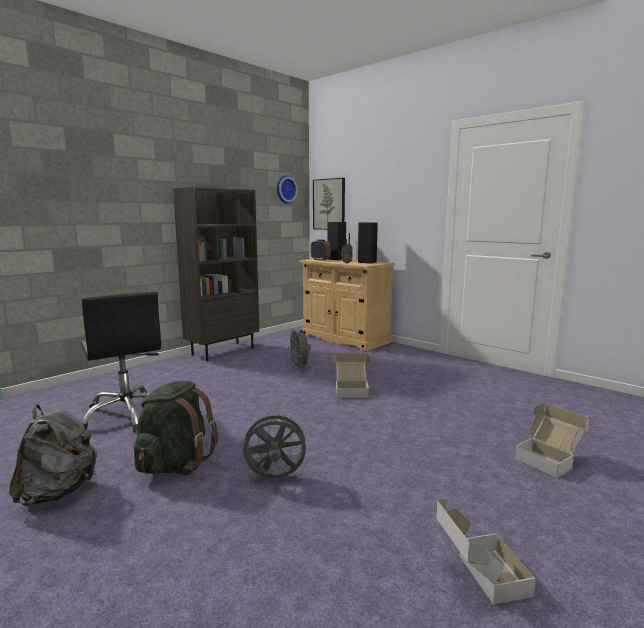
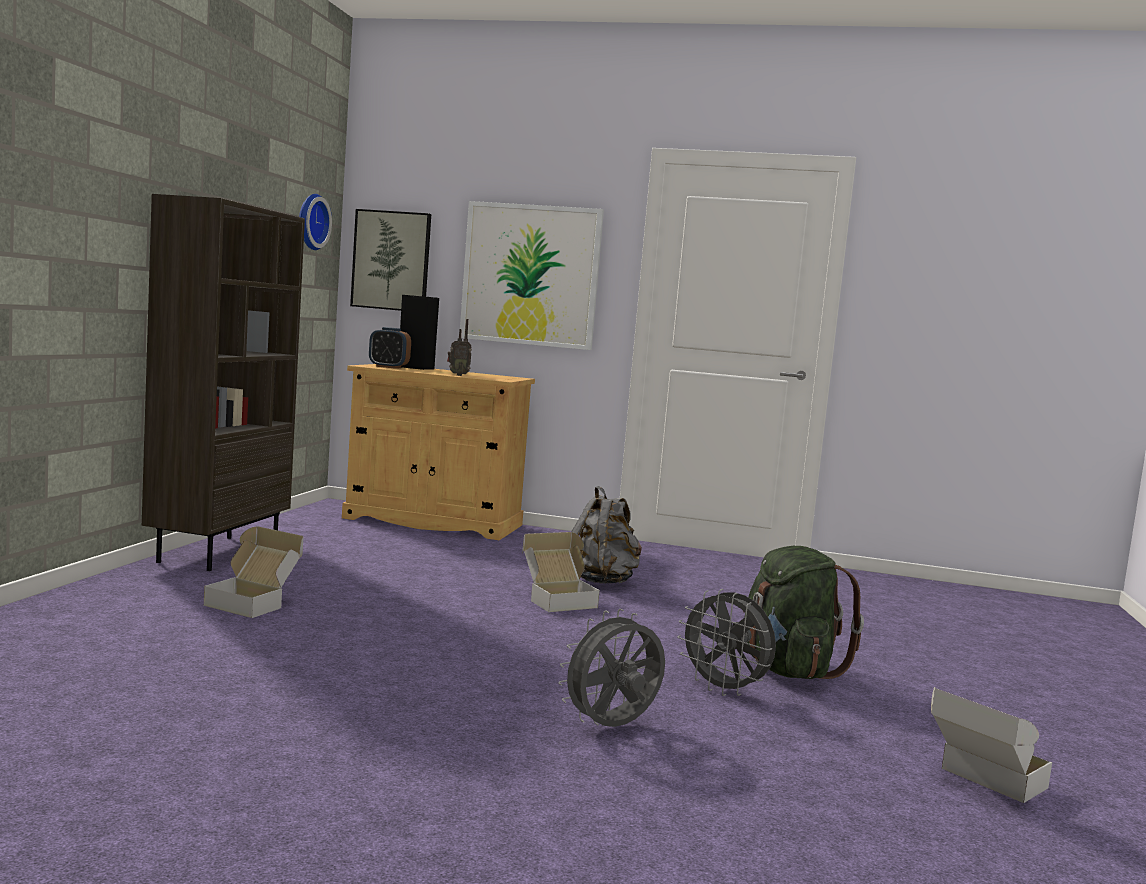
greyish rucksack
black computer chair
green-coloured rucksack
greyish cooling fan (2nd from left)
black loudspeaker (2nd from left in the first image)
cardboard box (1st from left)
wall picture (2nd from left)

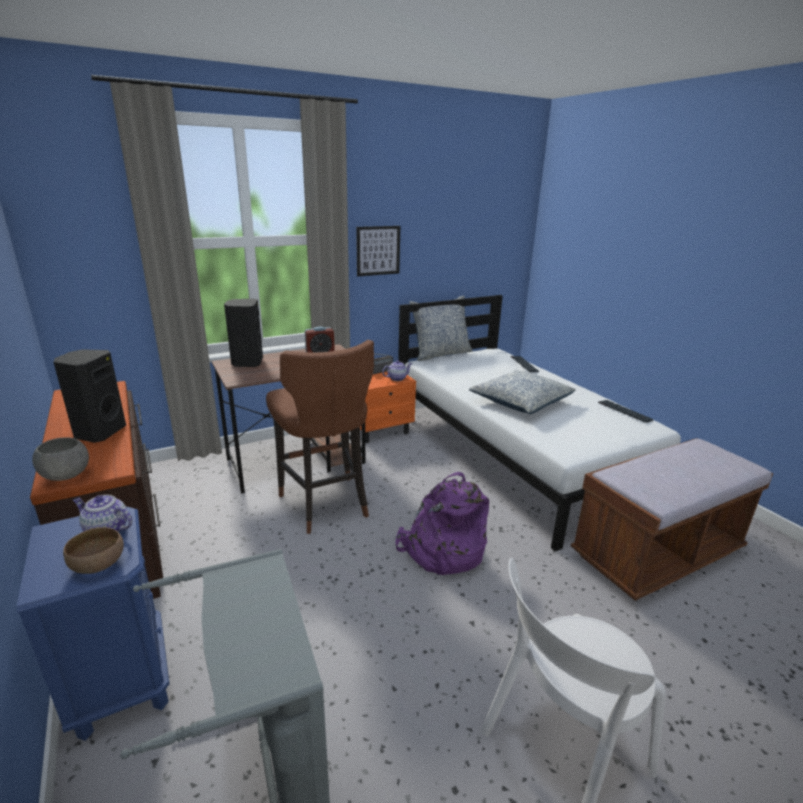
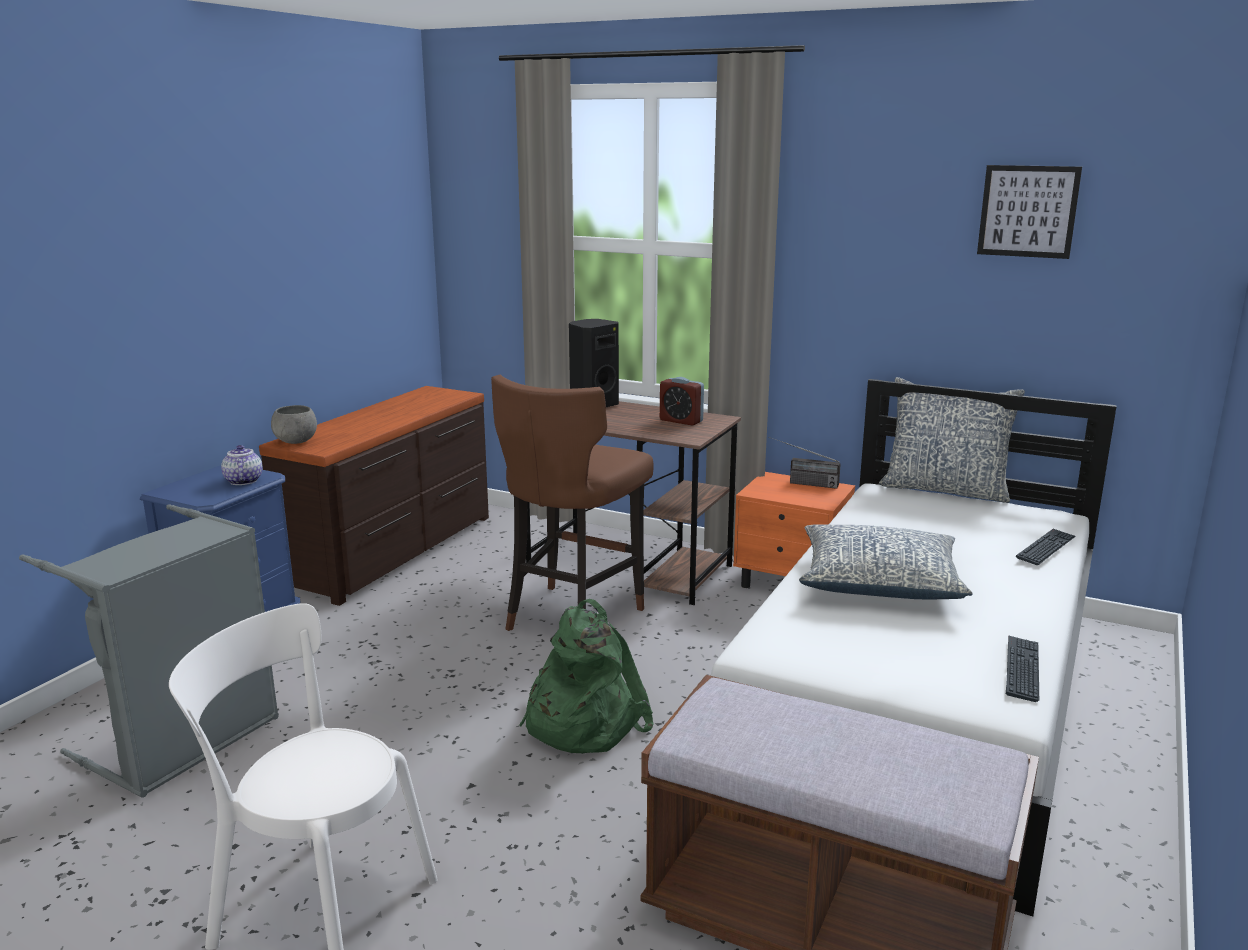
black loudspeaker (1st from left in the first image)
brownish deep dish
wall picture
teapot (2nd from left in the first image)
green-coloured rucksack

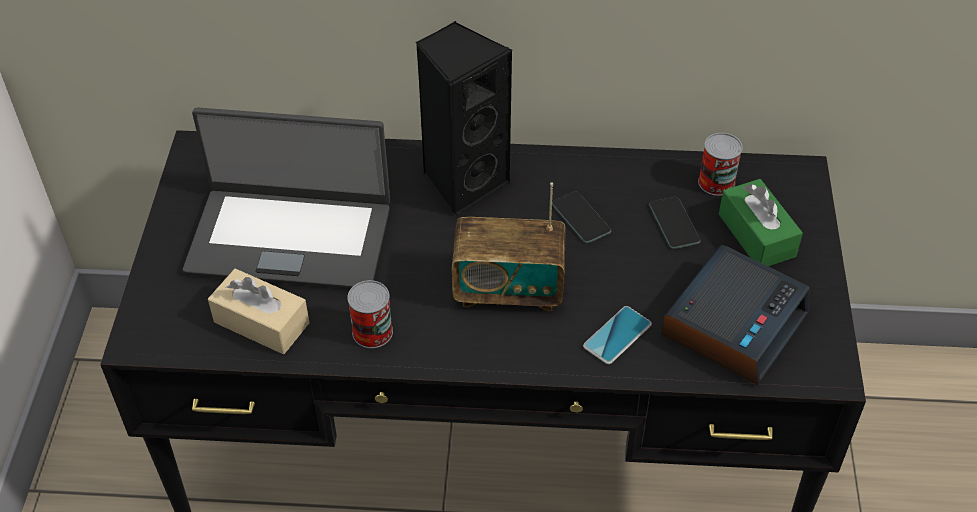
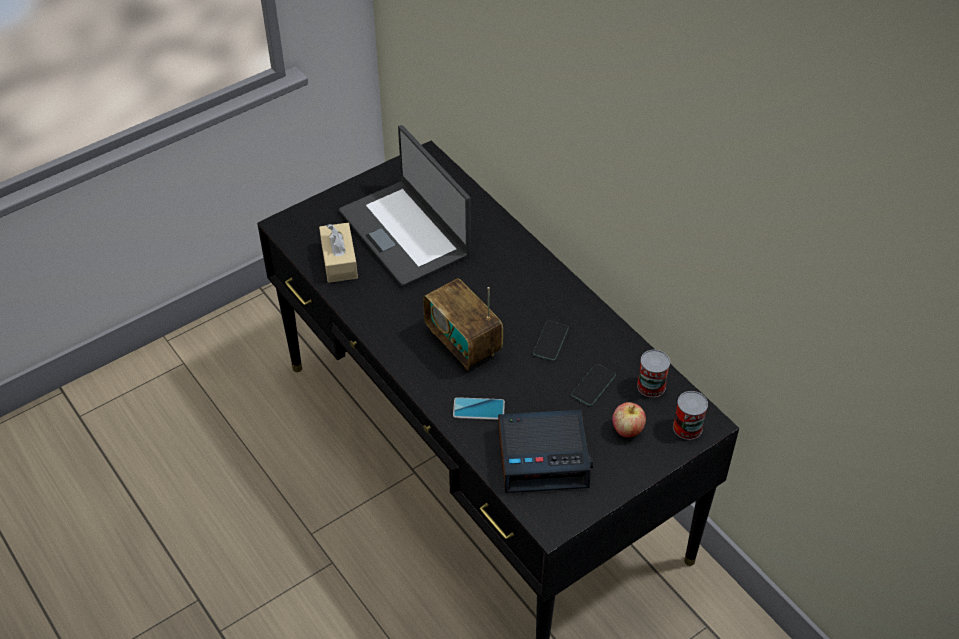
metal can (2nd from left)
black loudspeaker
whole apple

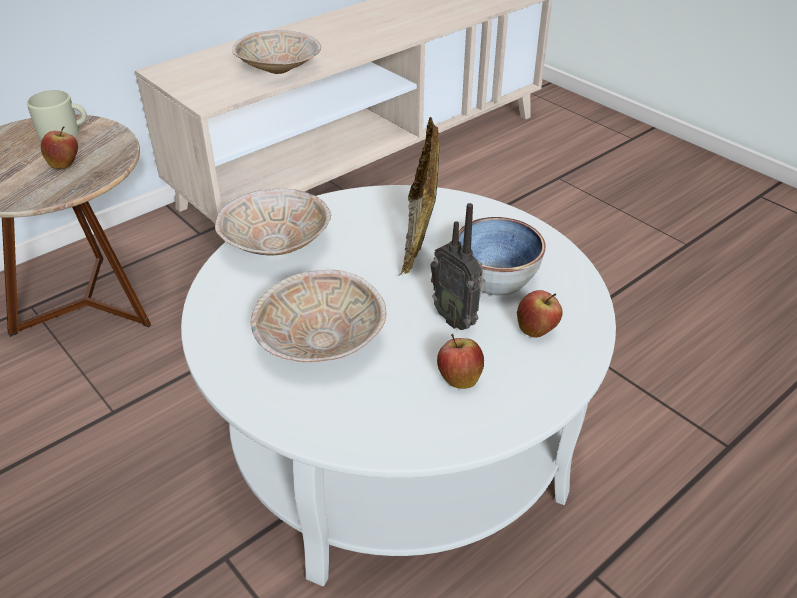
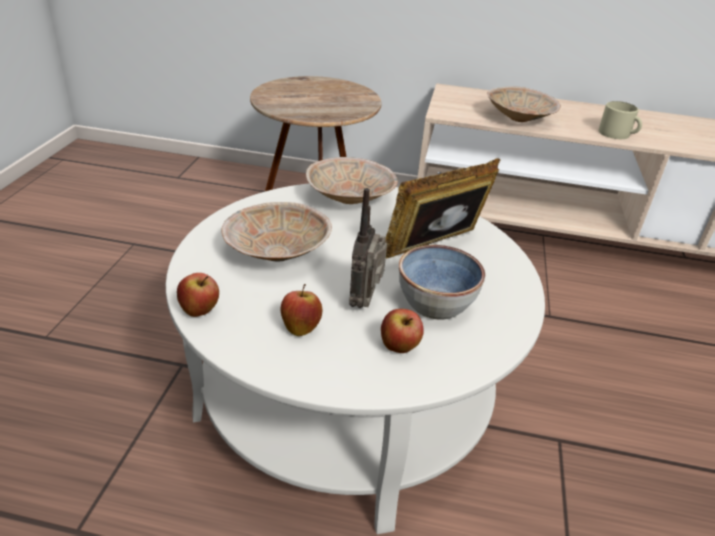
beige mug
whole apple (1st from left)

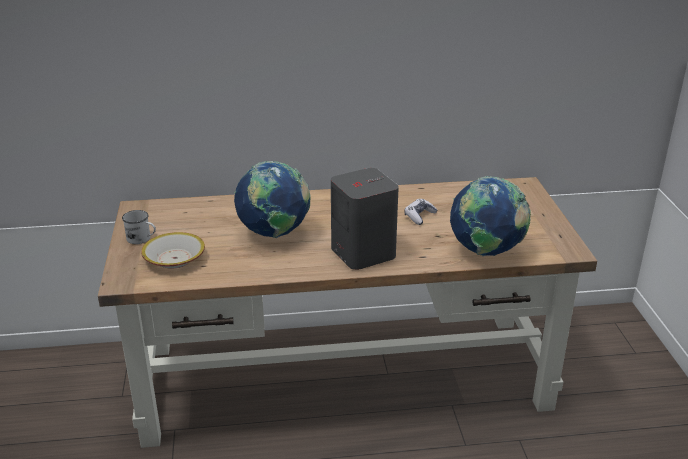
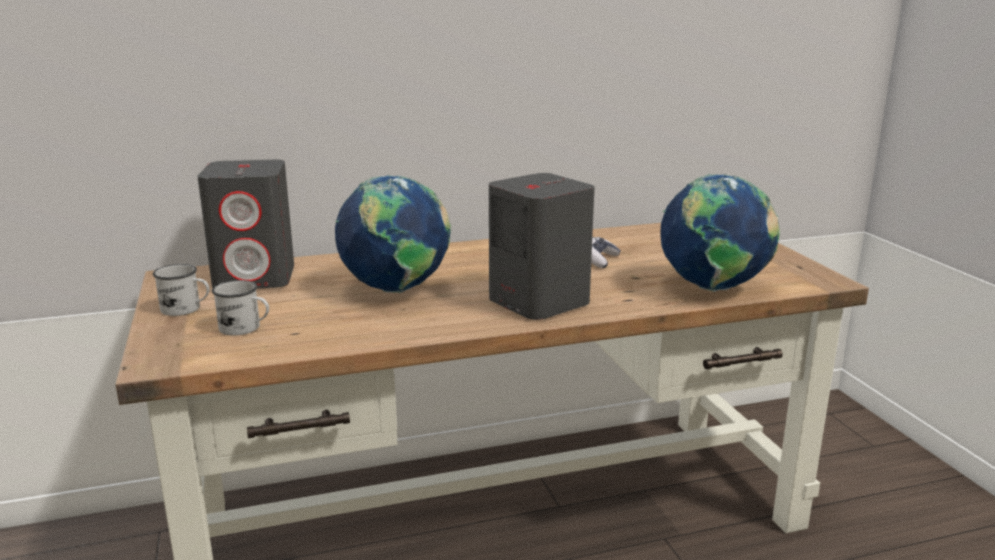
white-coloured mug (2nd from left)
greyish loudspeaker (1st from left)

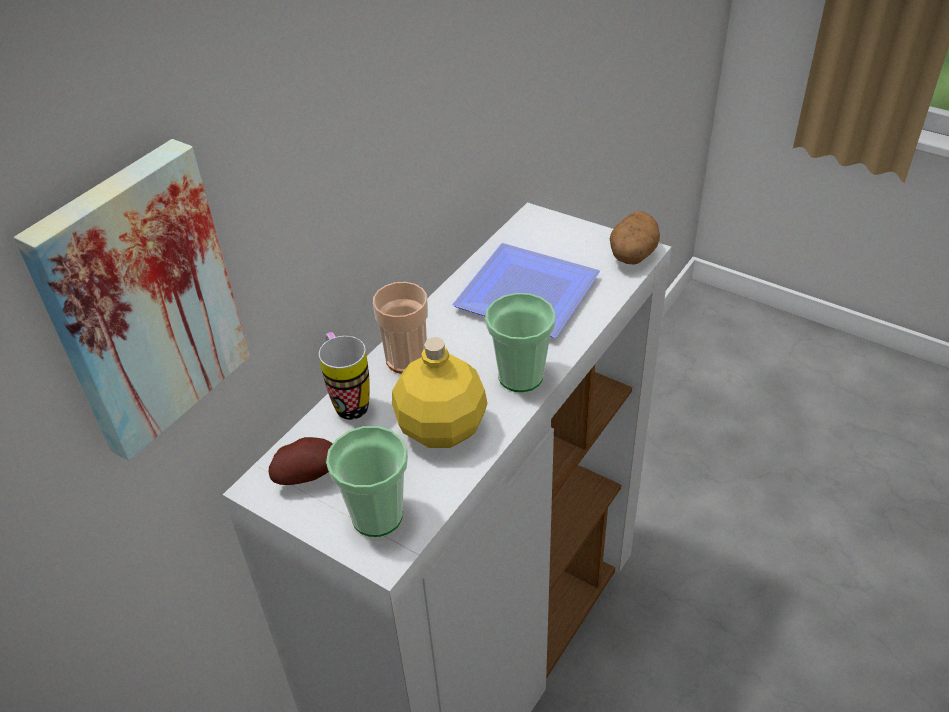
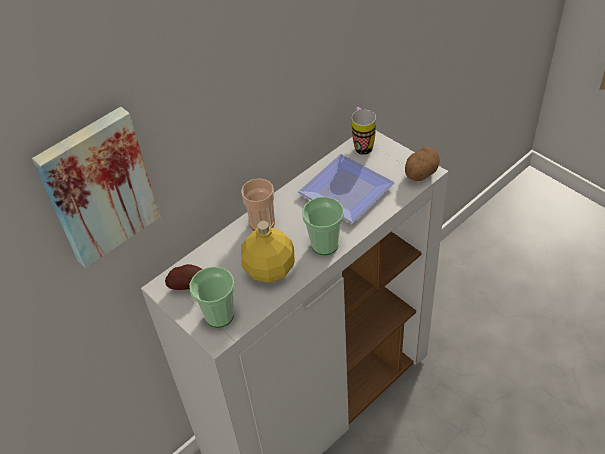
mug

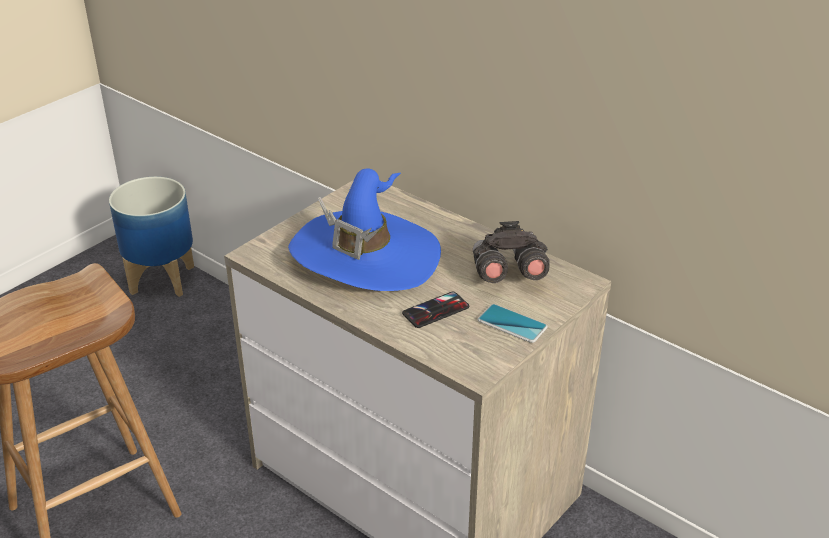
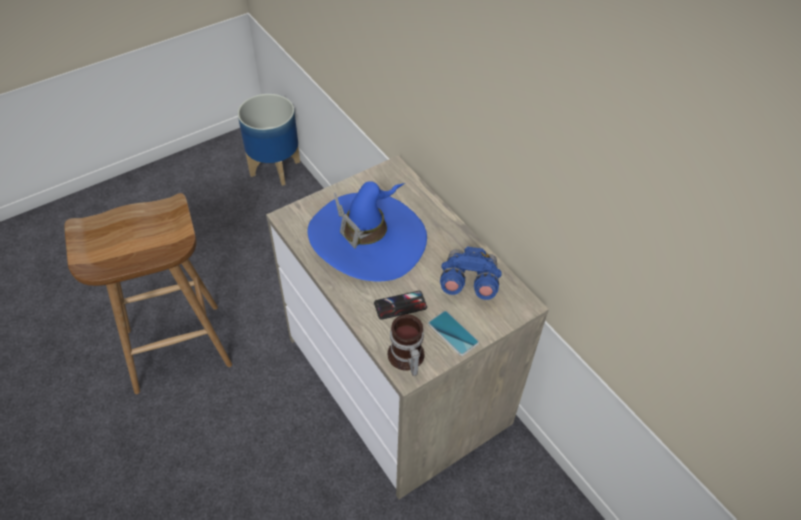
blue-coloured binoculars
mug

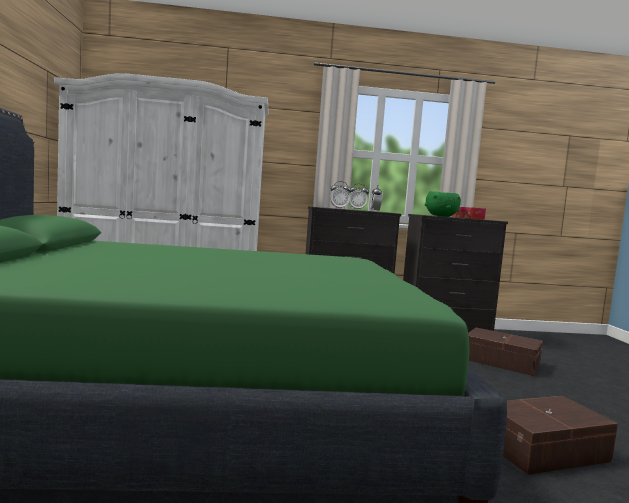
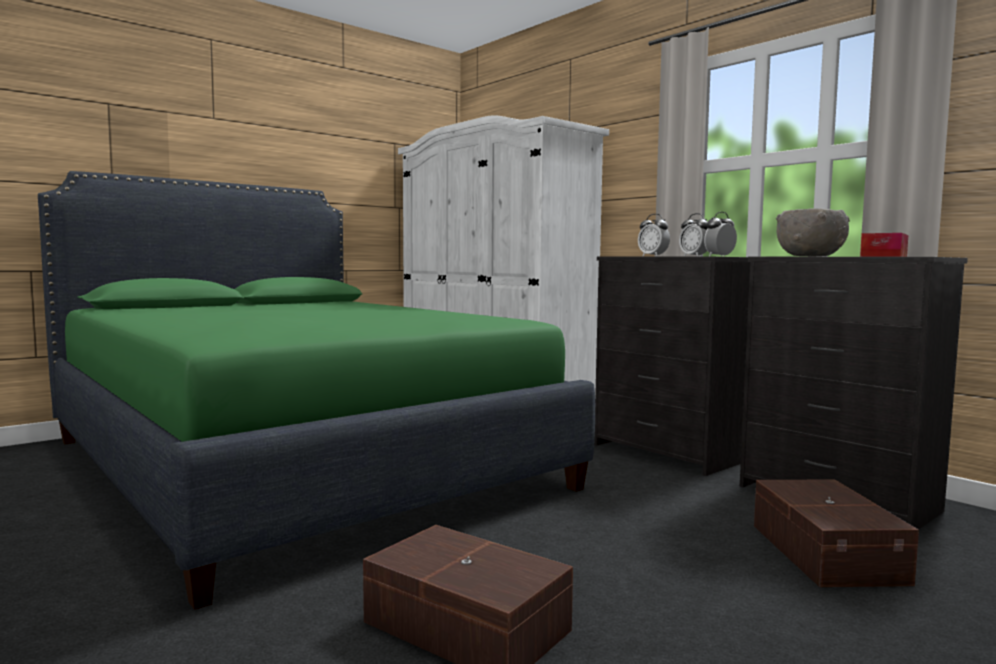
greyish deep dish

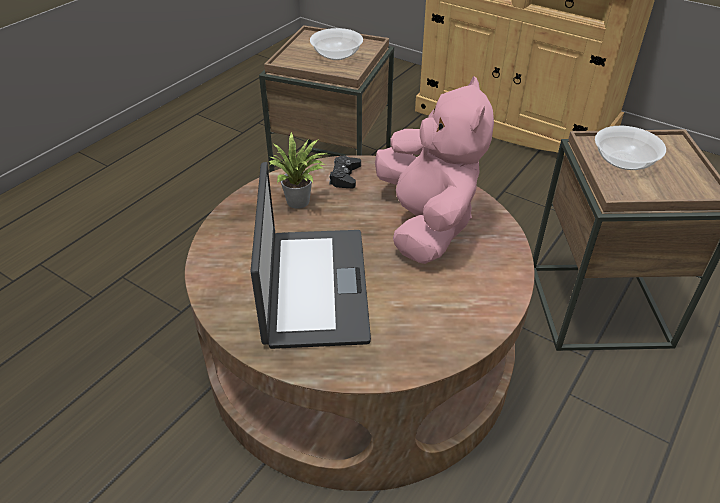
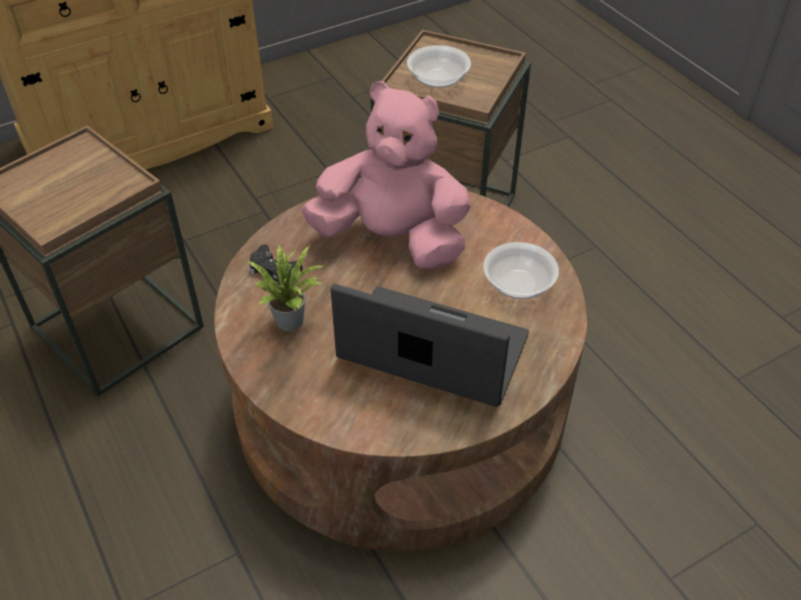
deep dish (2nd from left)

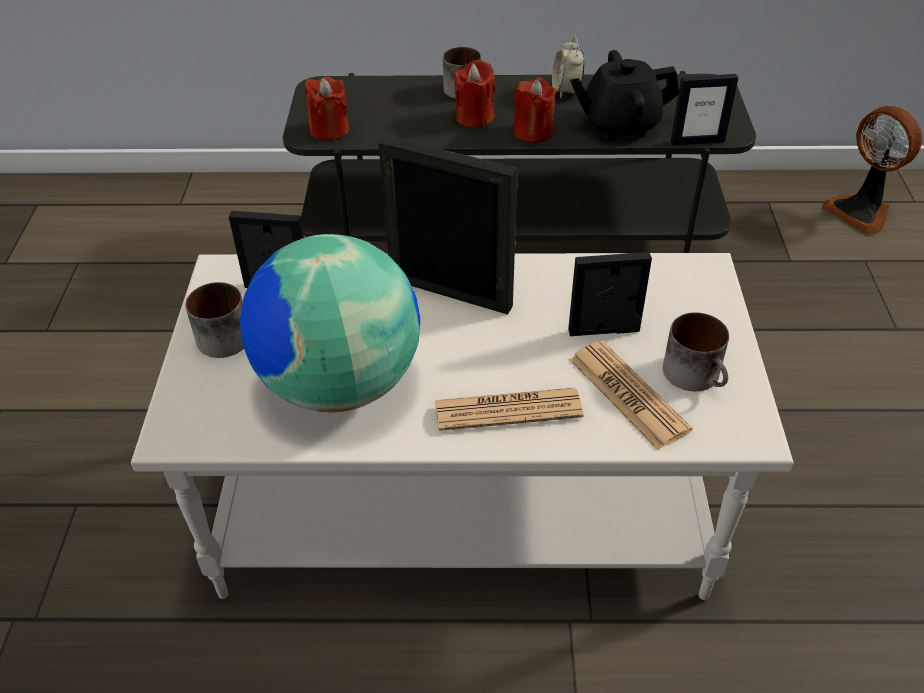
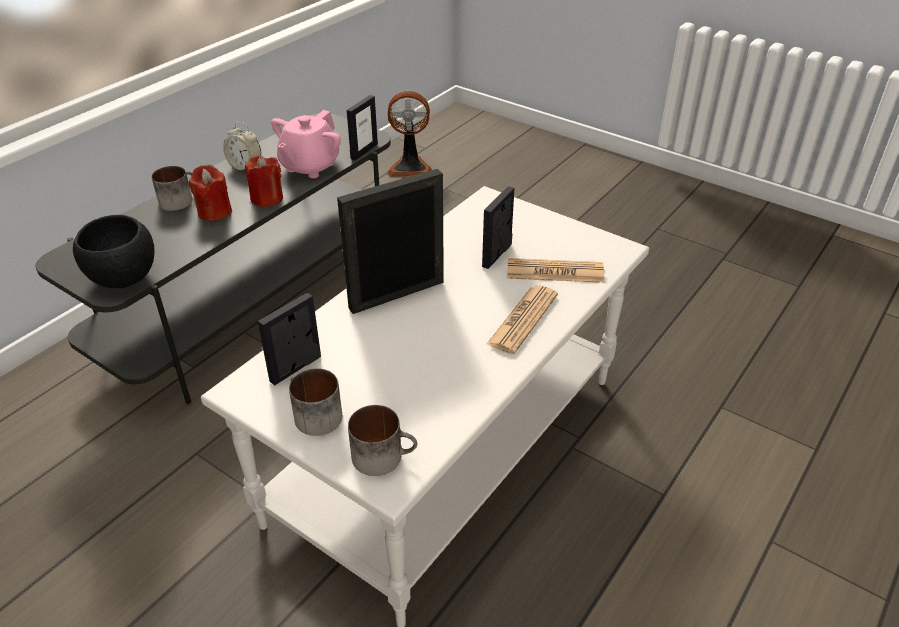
desk globe
black deep dish
pinkish teapot
mug (3rd from left)

